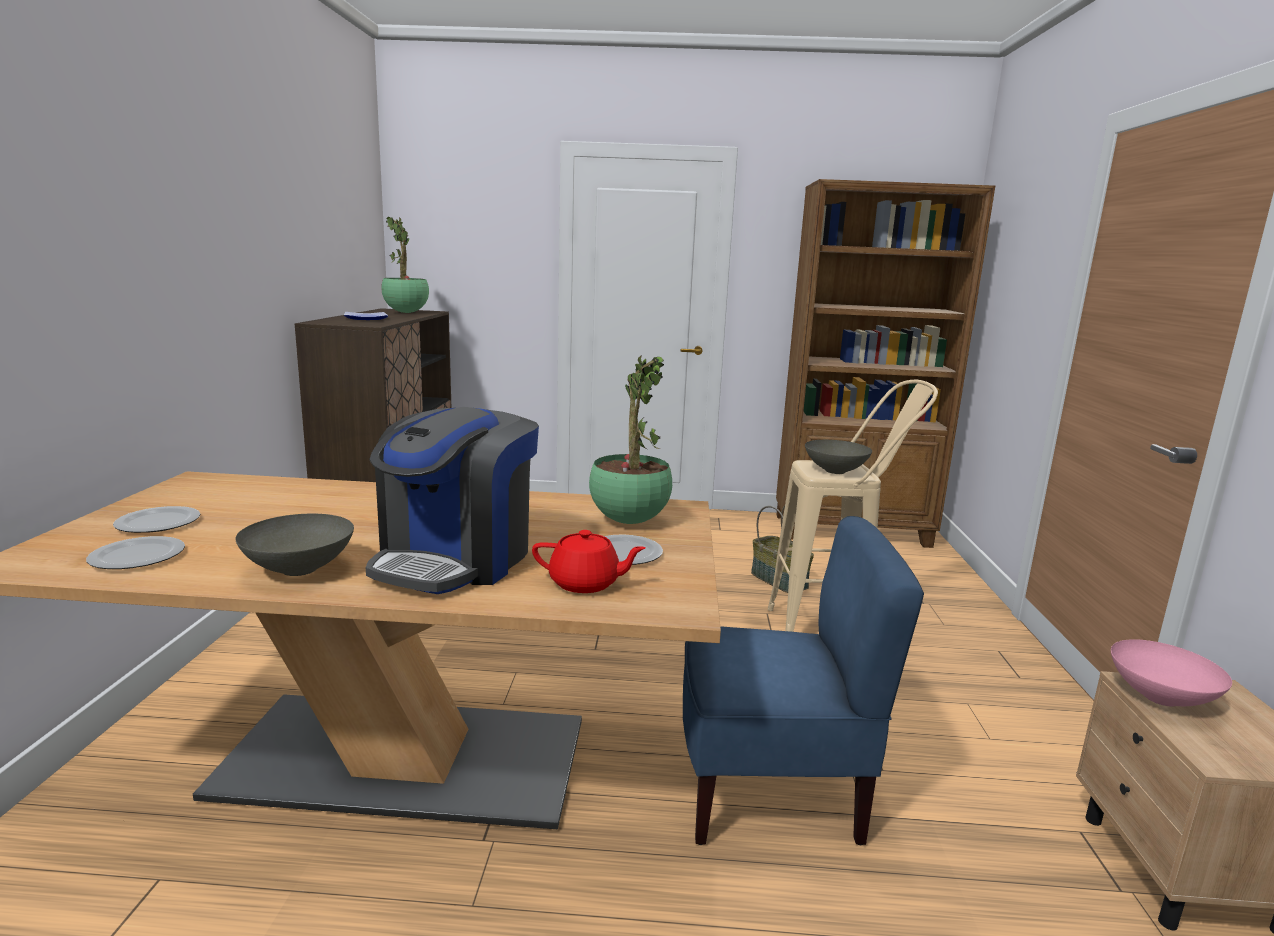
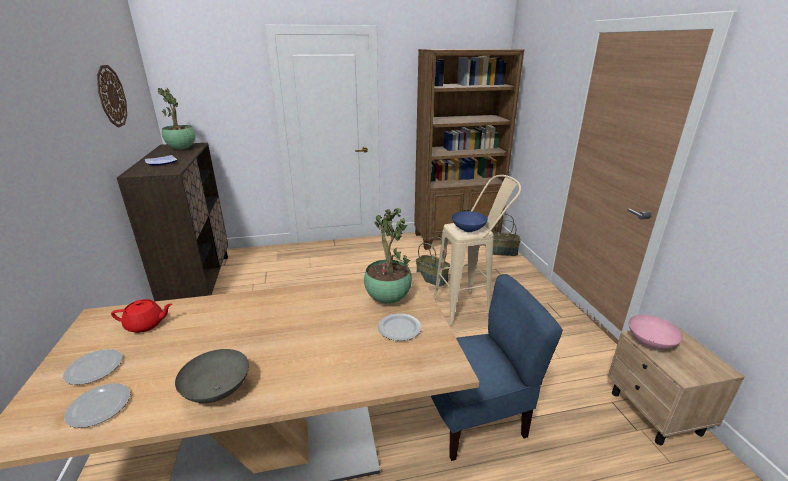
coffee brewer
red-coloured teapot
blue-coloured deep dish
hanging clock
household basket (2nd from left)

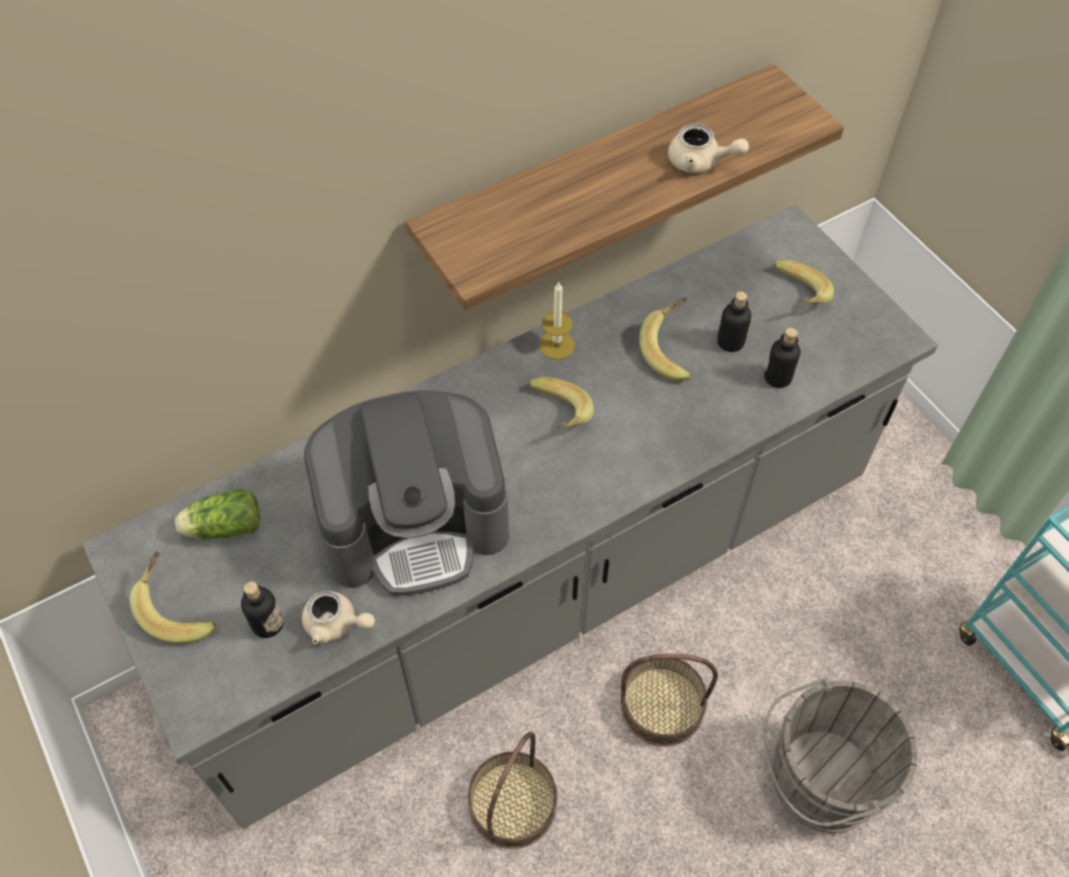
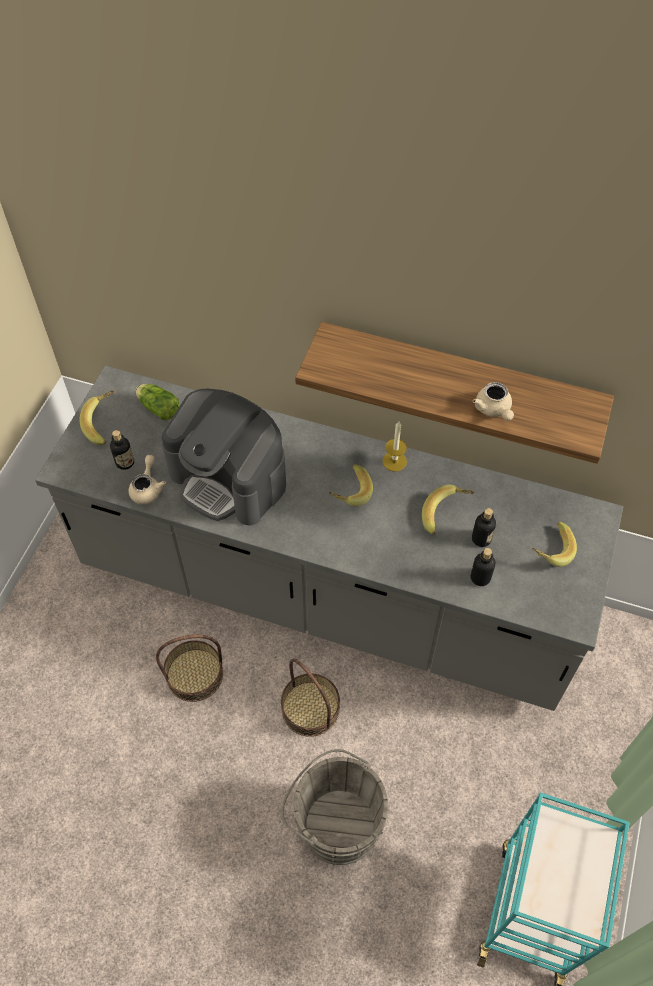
beige teapot (1st from left)

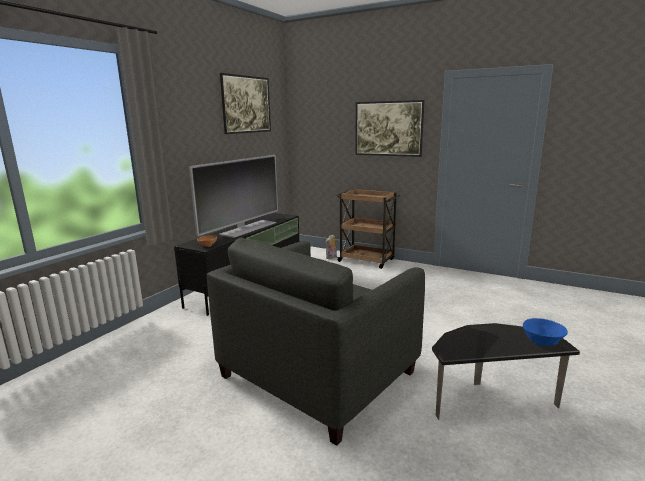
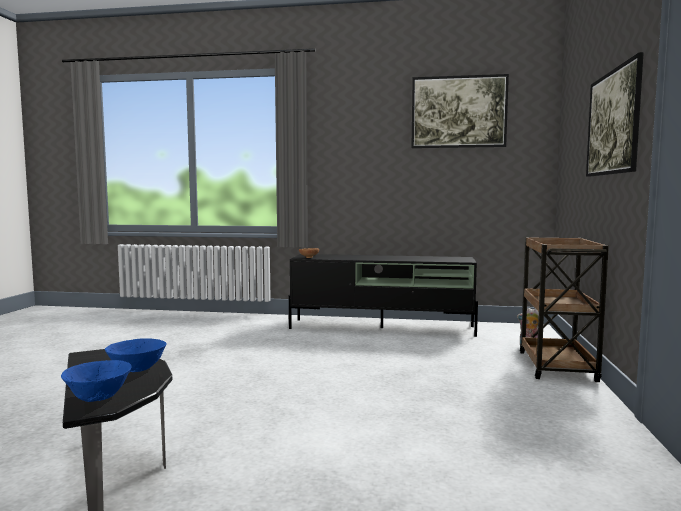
TV set
greyish lounge chair
blue-coloured deep dish (2nd from left)

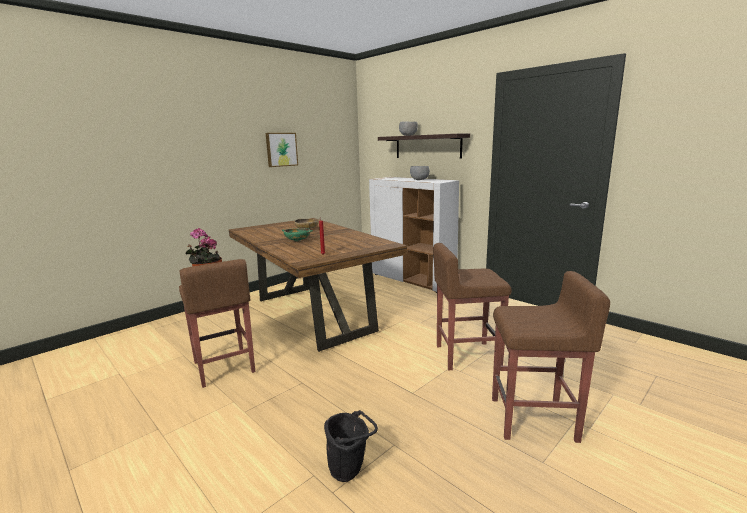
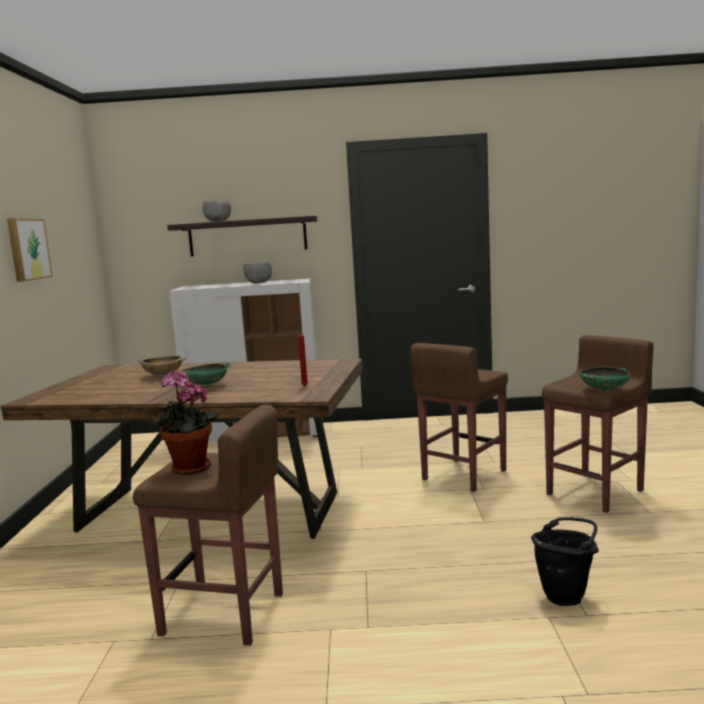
green-coloured deep dish (2nd from left)

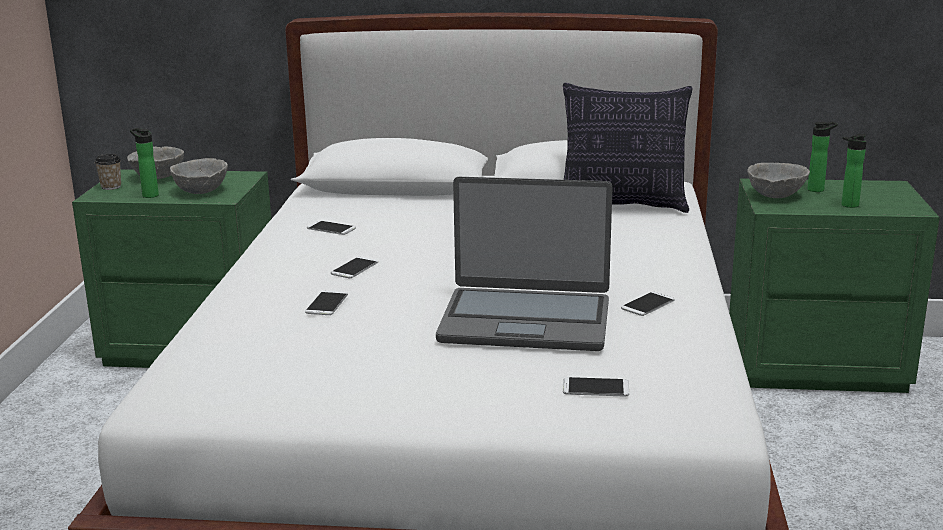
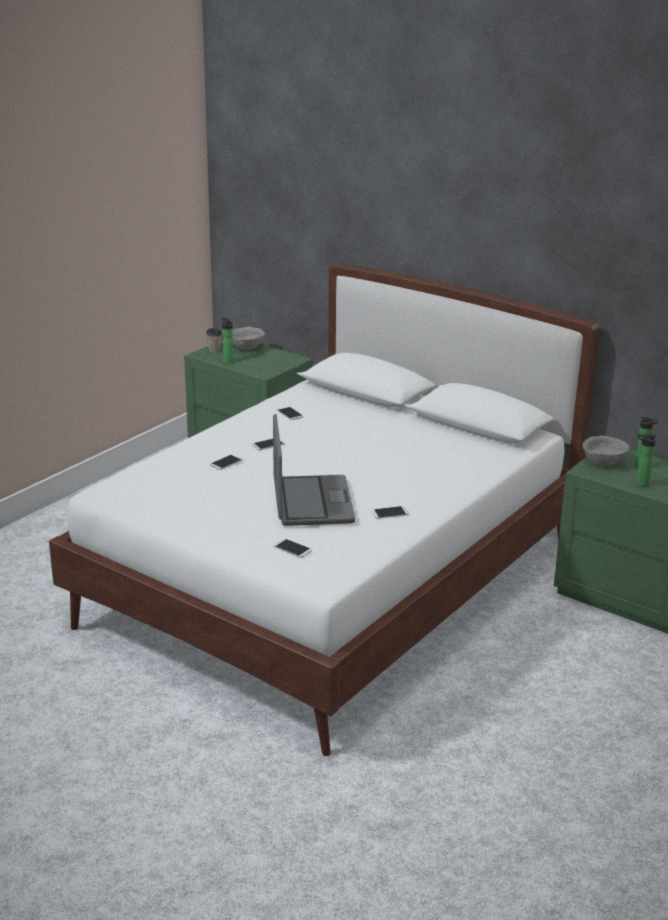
greyish deep dish (2nd from left in the first image)
laptop
pillow

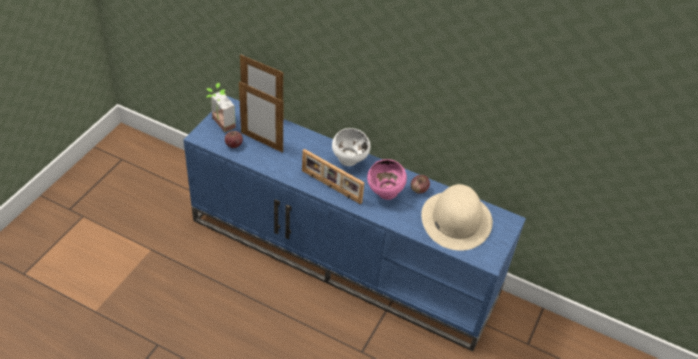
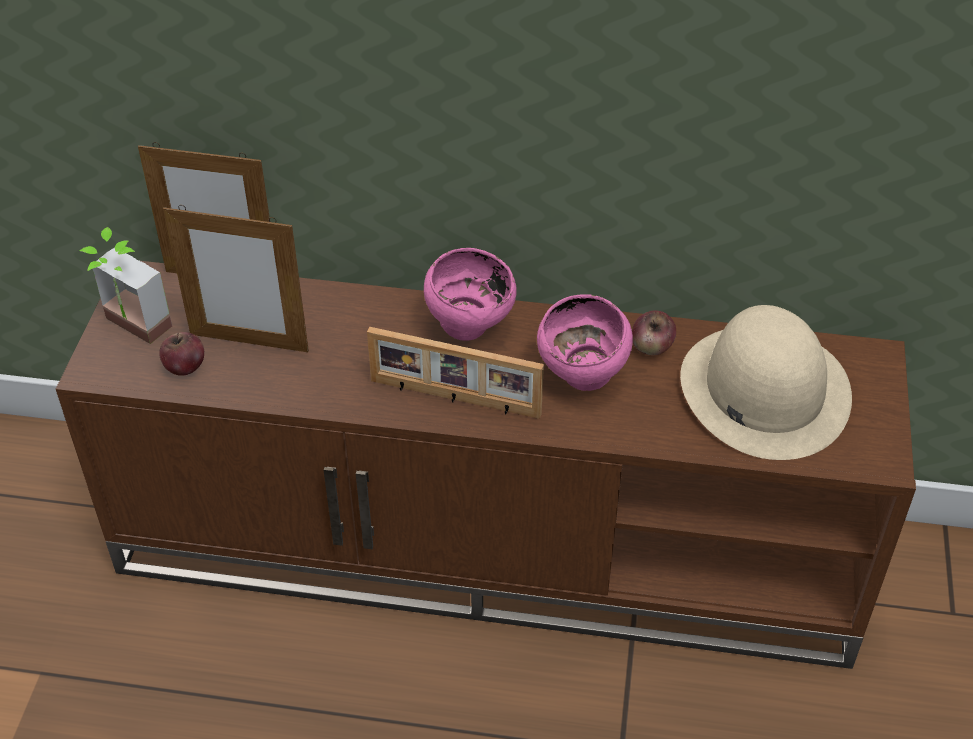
brownish tv stand
pinkish deep dish (1st from left)

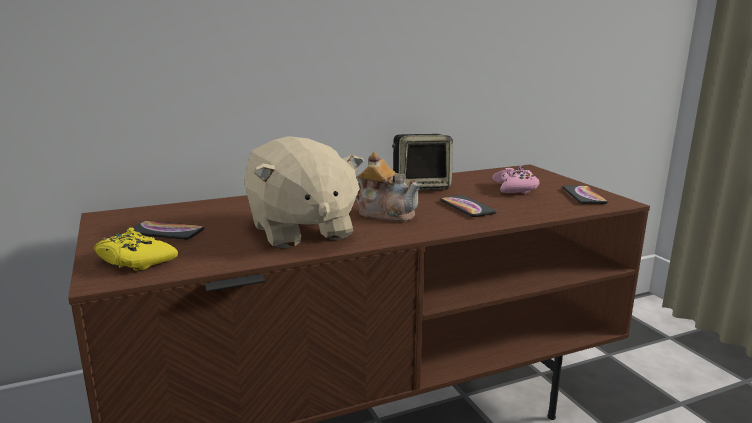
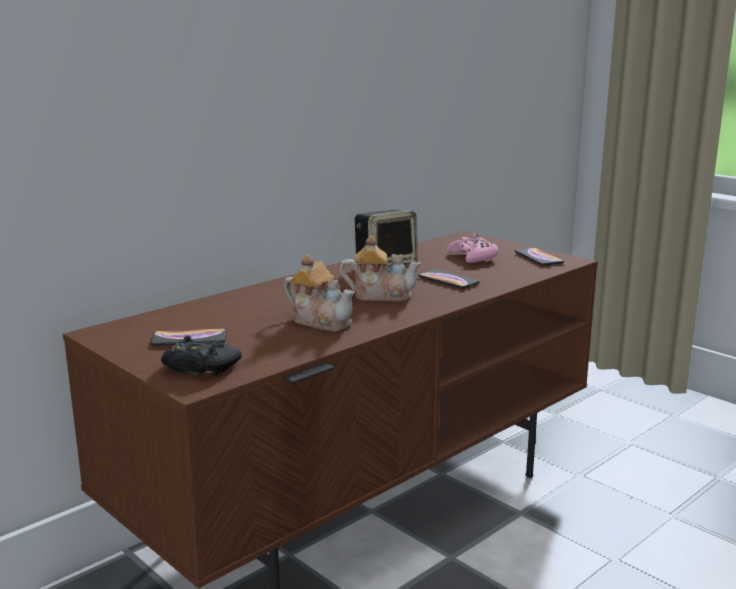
black game controller
teapot (1st from left)

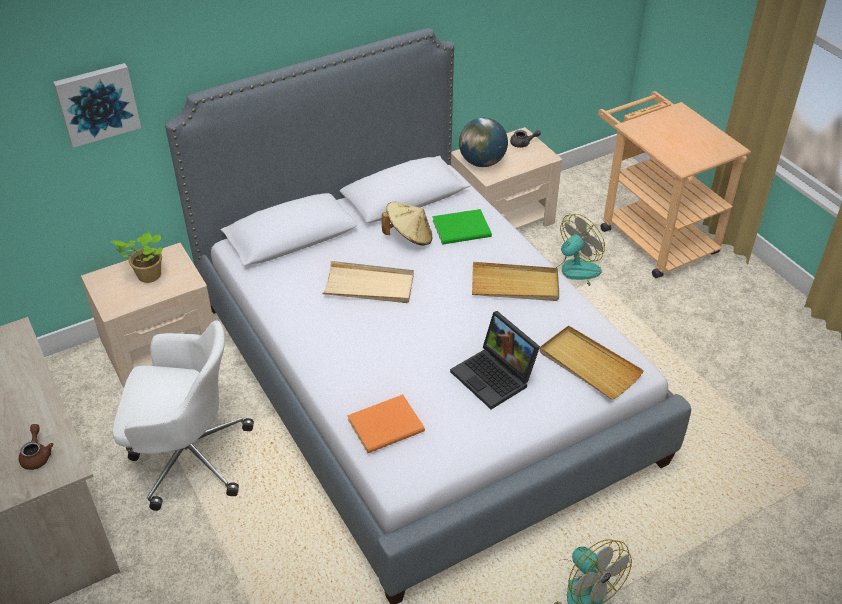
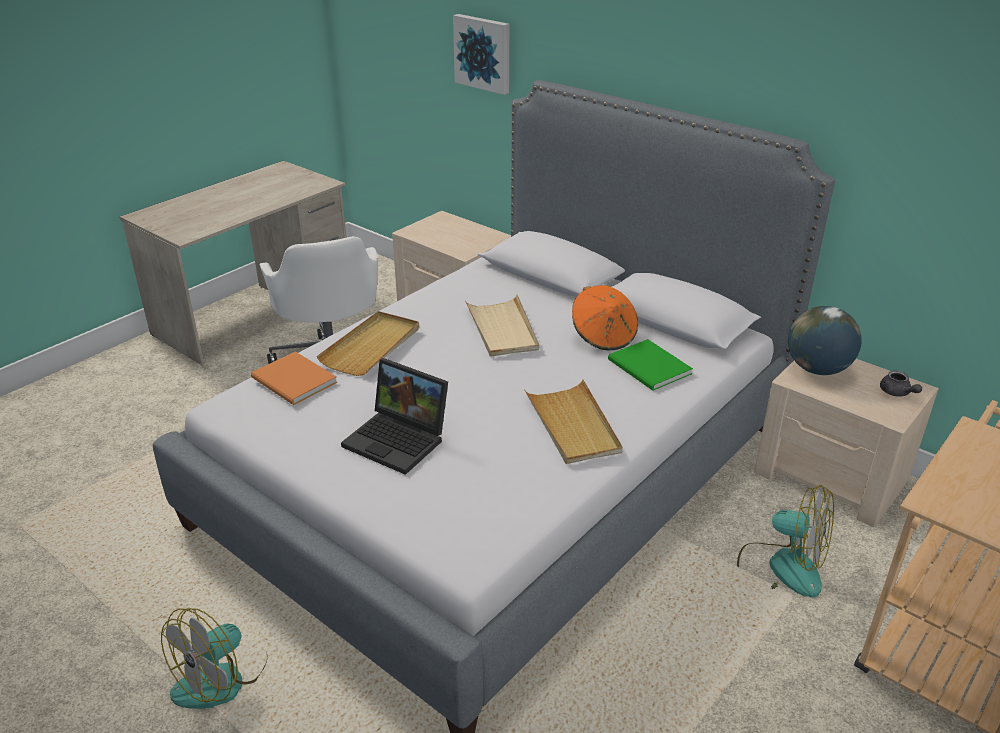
brownish teapot
potted plant
orange-coloured hat
laptop
beige serving tray (1st from left)

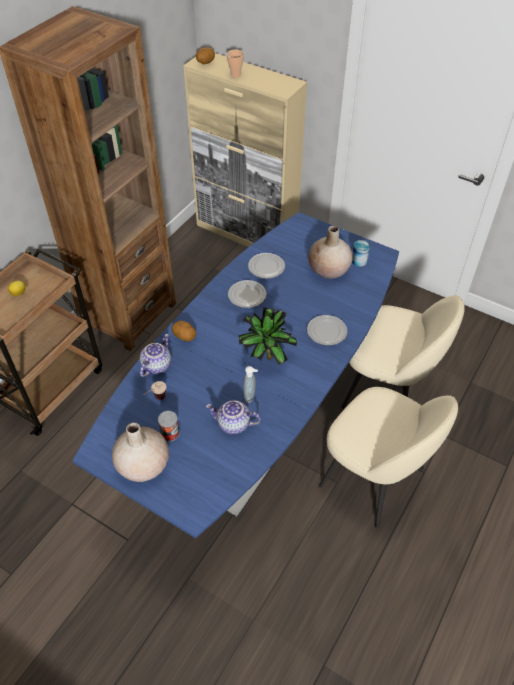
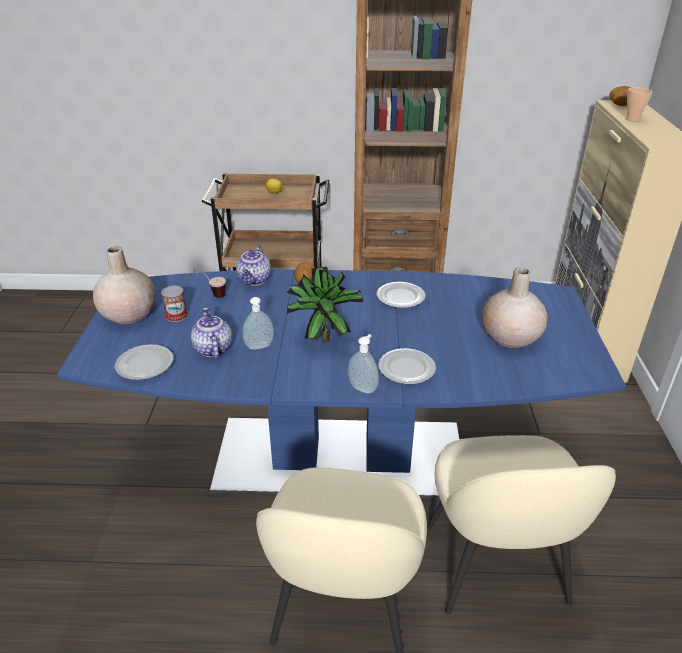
teapot (2nd from left)
dinner plate (1st from left)
metal can (2nd from left in the first image)
soap dispenser (2nd from left)

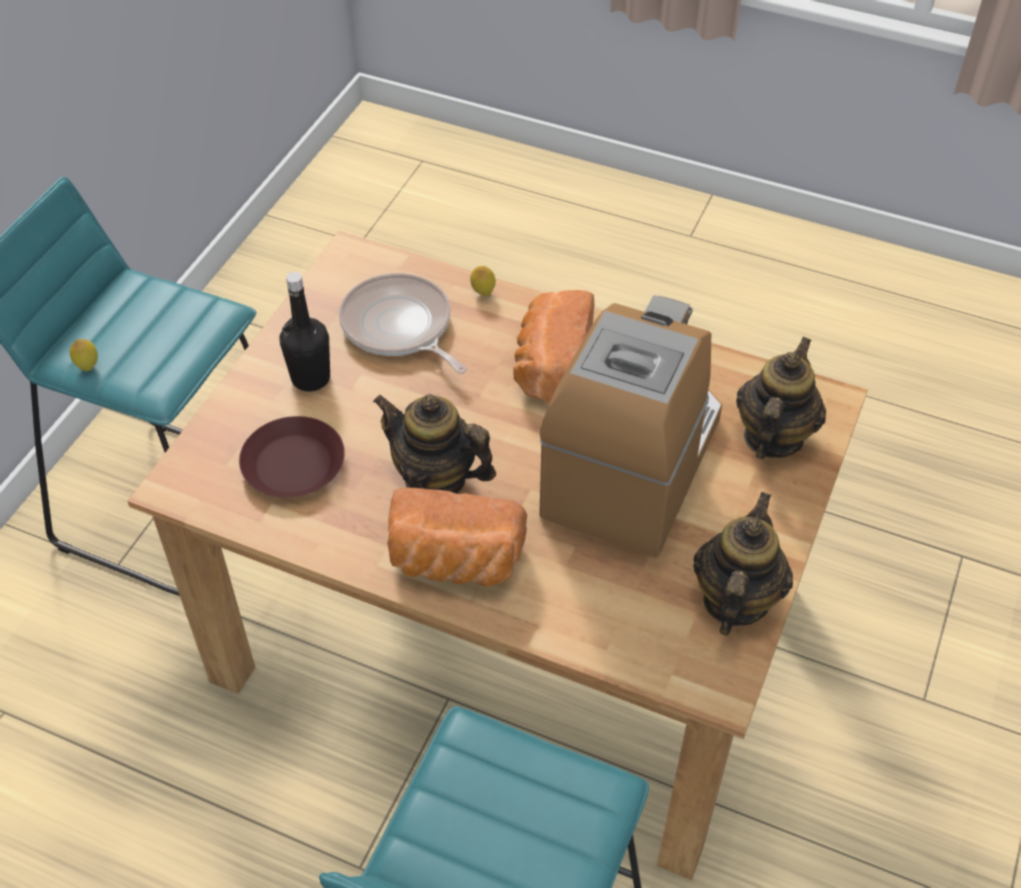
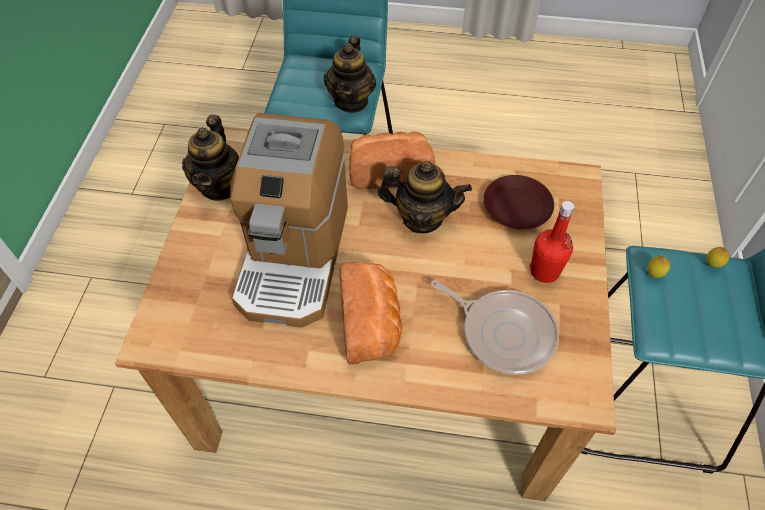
red-coloured bottle
lemon (1st from left)
teapot (2nd from left)

